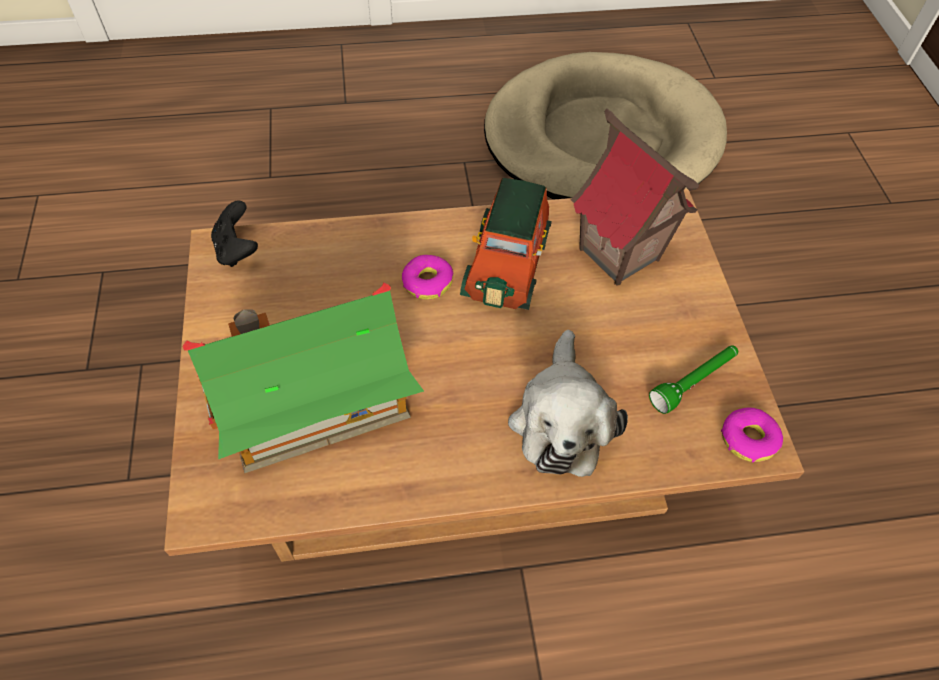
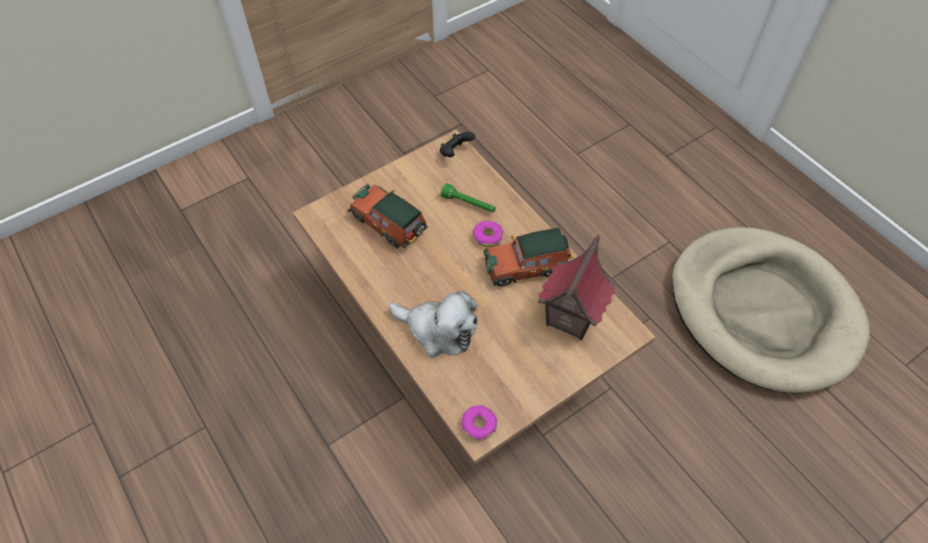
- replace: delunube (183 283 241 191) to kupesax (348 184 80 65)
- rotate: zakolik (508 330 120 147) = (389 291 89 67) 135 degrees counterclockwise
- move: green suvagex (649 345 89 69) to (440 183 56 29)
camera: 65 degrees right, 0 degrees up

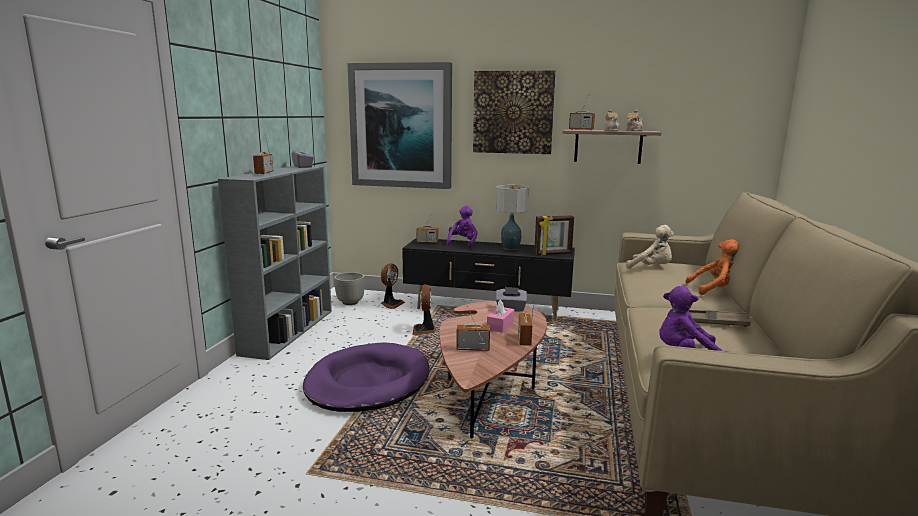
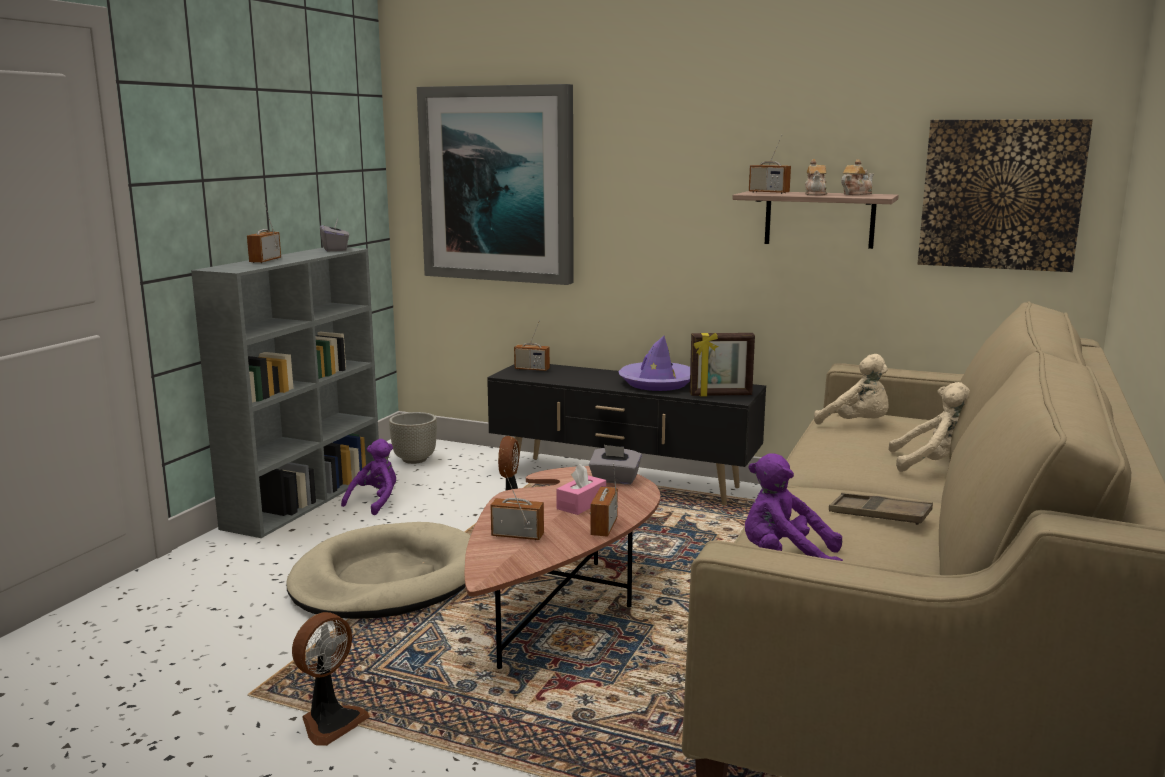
- recolor: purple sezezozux (303 342 126 70) to beige sezezozux (286 522 185 97)
- move: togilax (381 263 24 46) to (292 612 78 134)
- move: purple zakolik (447 206 31 42) to (341 439 55 76)
- move: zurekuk (473 70 83 84) to (918 119 175 153)
- replace: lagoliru (496 184 33 66) to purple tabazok (618 336 72 55)
- recolor: orange zakolik (685 239 54 56) to beige zakolik (888 382 82 90)
camera: 10 degrees right, 0 degrees up

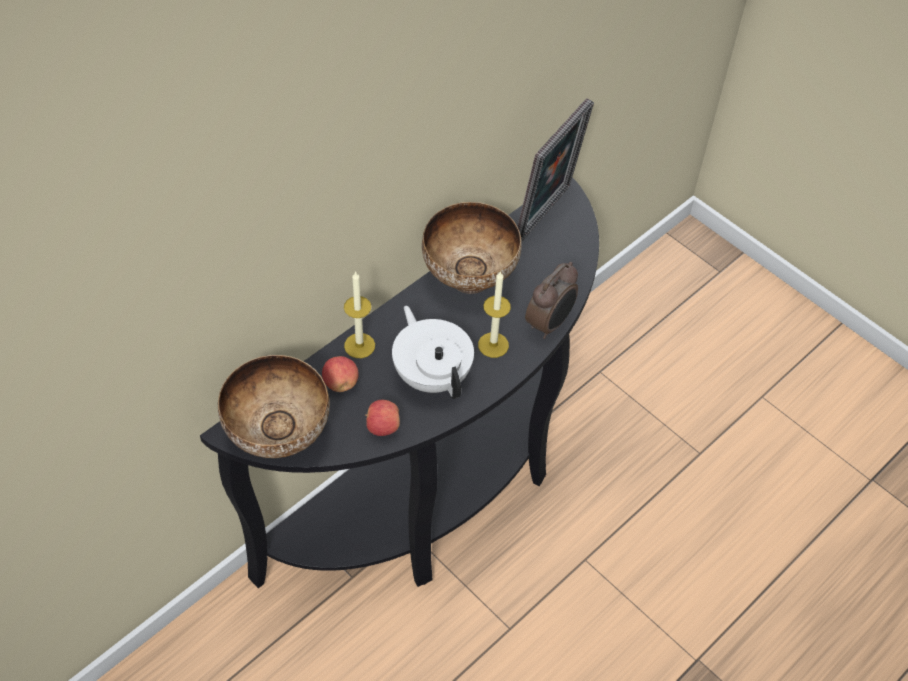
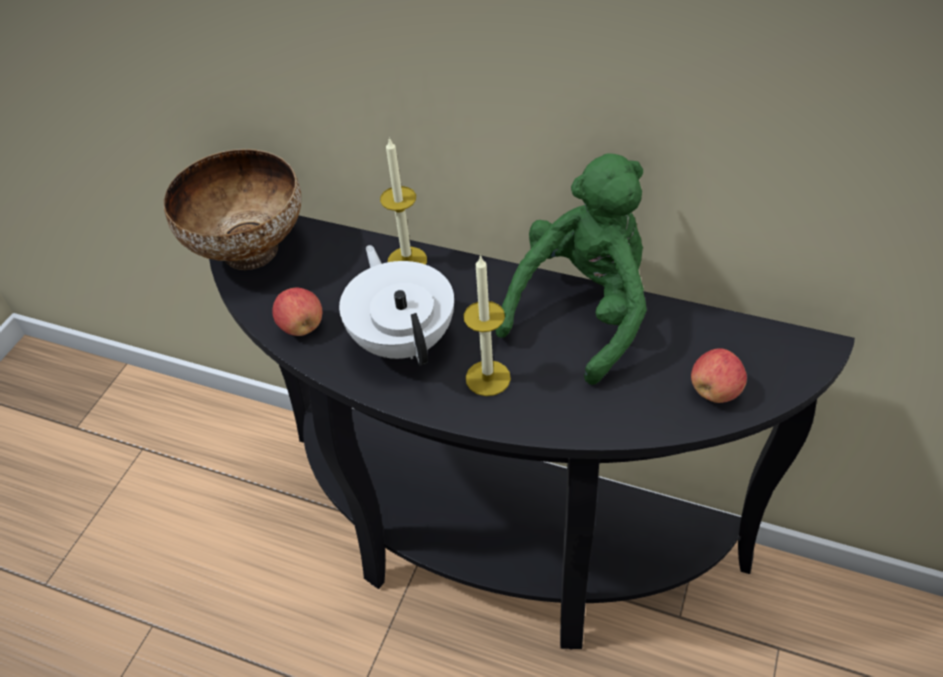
- move: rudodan (322 356 36 36) to (691 348 56 55)
- rotate: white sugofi (392 306 82 93) = (339 245 115 121) 60 degrees counterclockwise
- replace: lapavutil (422 202 100 92) to green zakolik (495 153 152 232)
- delete: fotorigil (517 98 77 144)
- delete: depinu (525 262 53 77)
camera: 70 degrees right, 5 degrees down

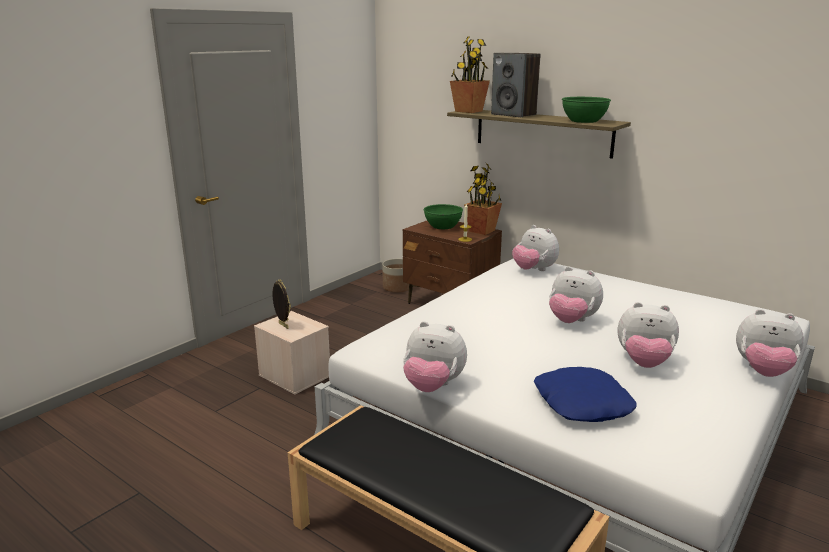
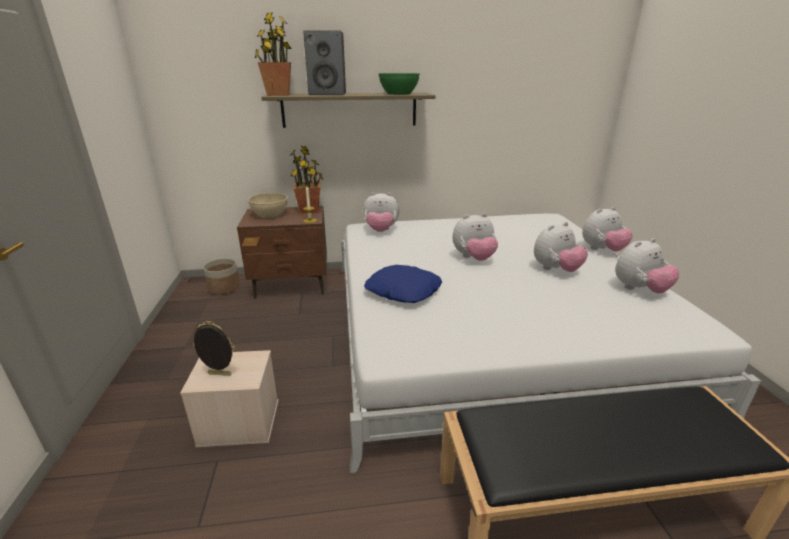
- move: zakolik (403 321 64 71) to (615 238 64 56)
- recolor: green lapavutil (424 204 39 25) to beige lapavutil (247 193 41 25)
- move: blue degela (534 367 103 55) to (364 265 78 38)
camera: 45 degrees left, 5 degrees up

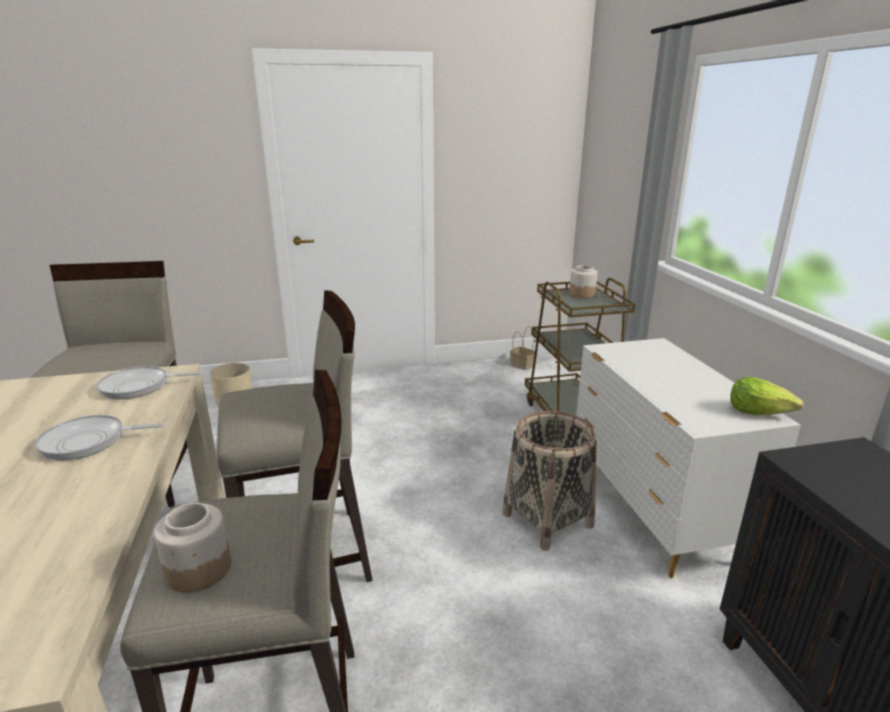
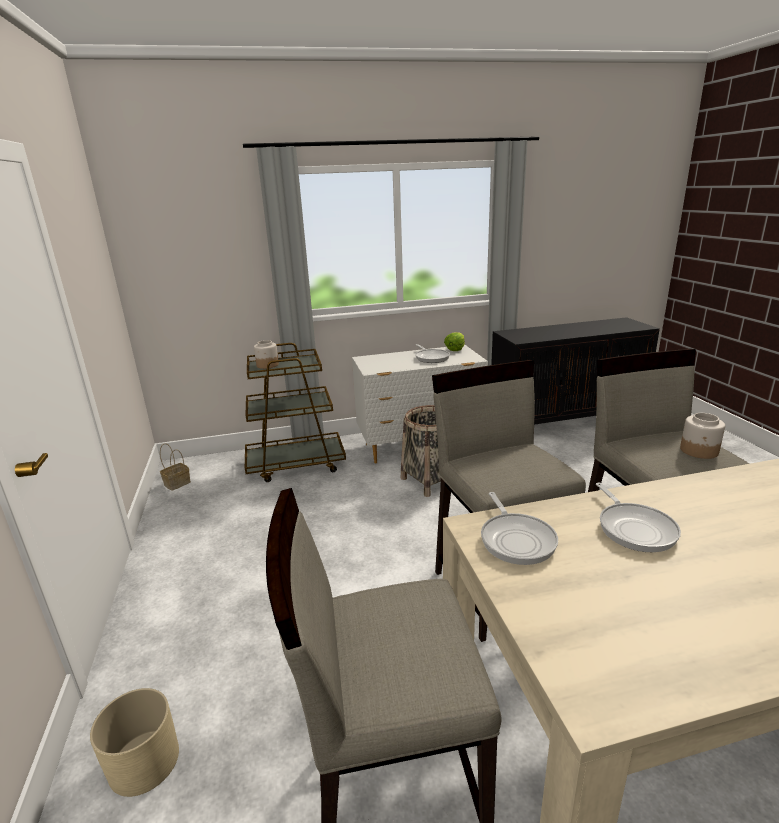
- insert: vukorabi (415 344 35 19)
camera: 90 degrees left, 0 degrees up

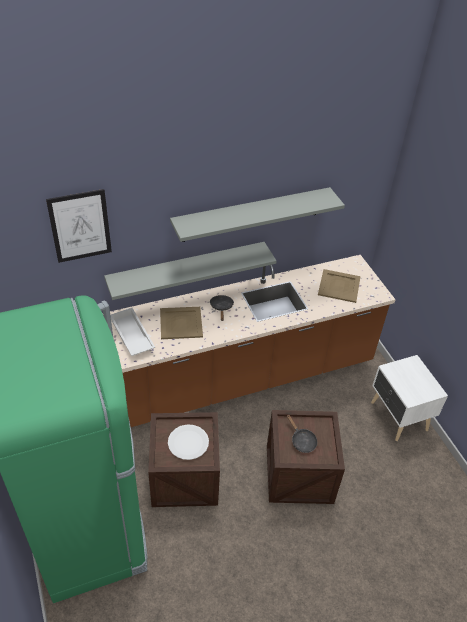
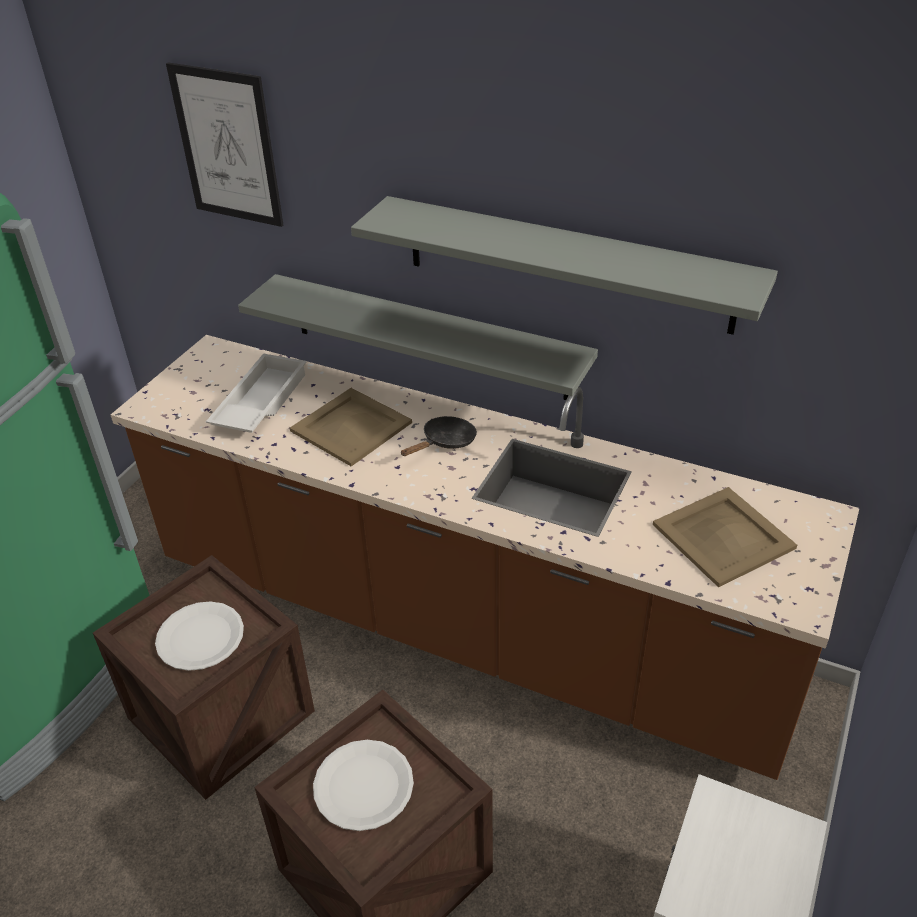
- replace: black vukorabi (287 415 30 38) to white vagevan (313 740 101 91)
camera: 50 degrees right, 5 degrees down

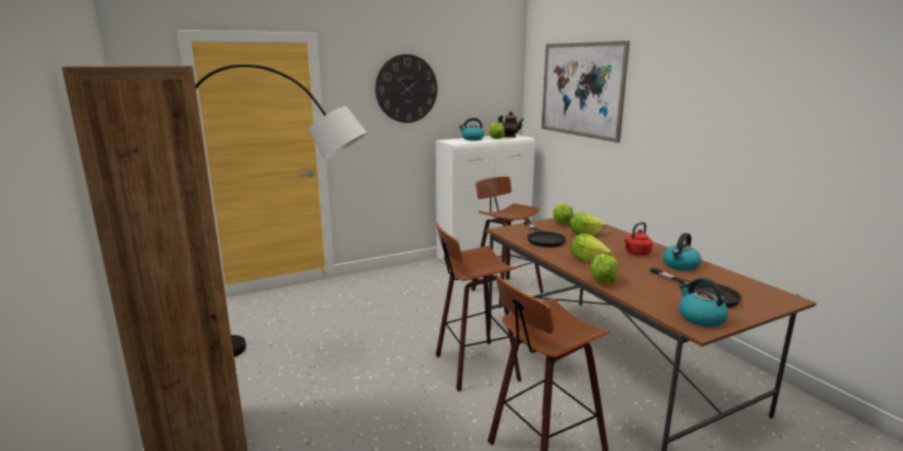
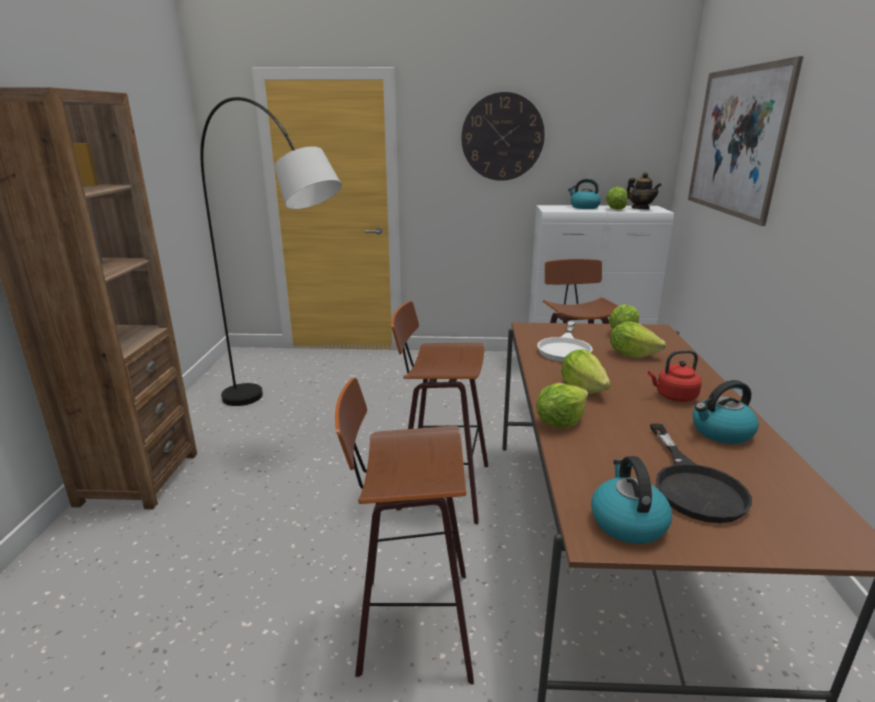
- recolor: black vukorabi (524 221 42 26) to white vukorabi (537 321 56 41)
camera: 30 degrees right, 5 degrees up

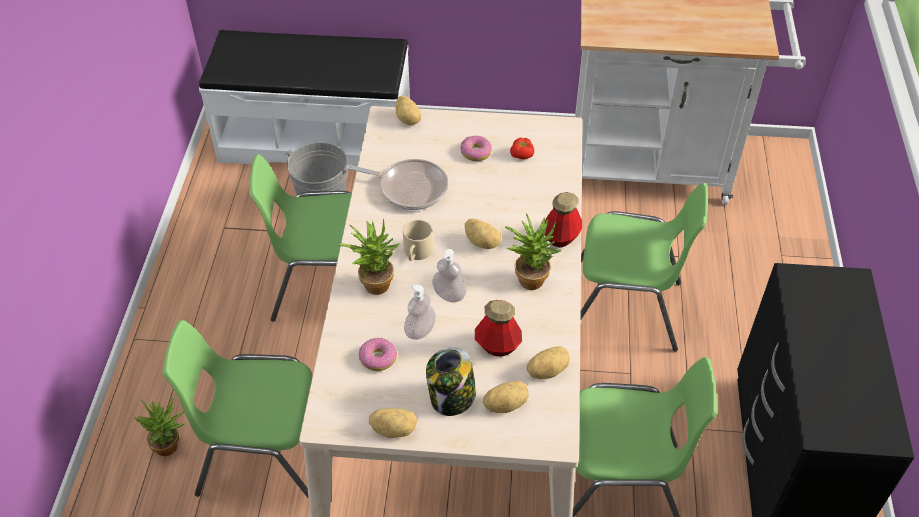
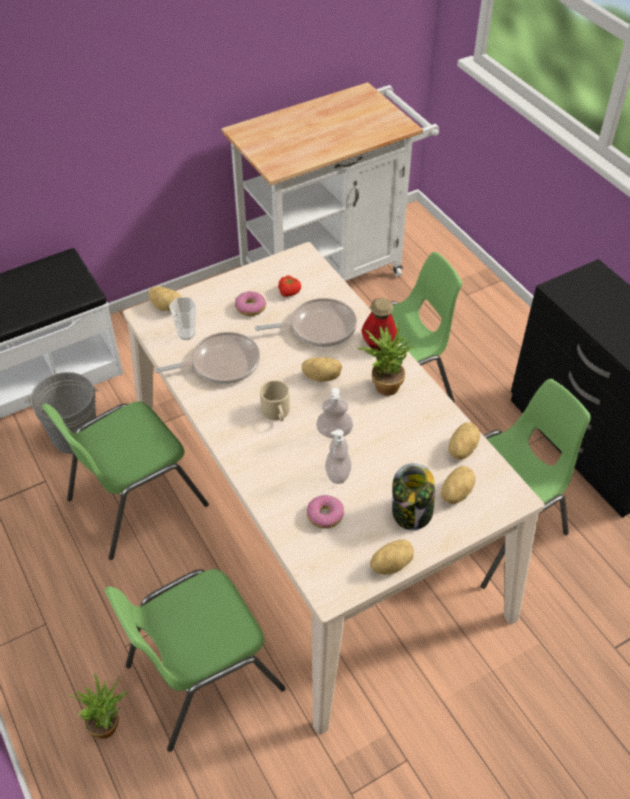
- delete: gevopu (338 219 61 76)
- delete: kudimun (475 300 47 57)
- insert: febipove (169 297 27 43)
- insert: vukorabi (255 298 102 49)
camera: 35 degrees left, 0 degrees up

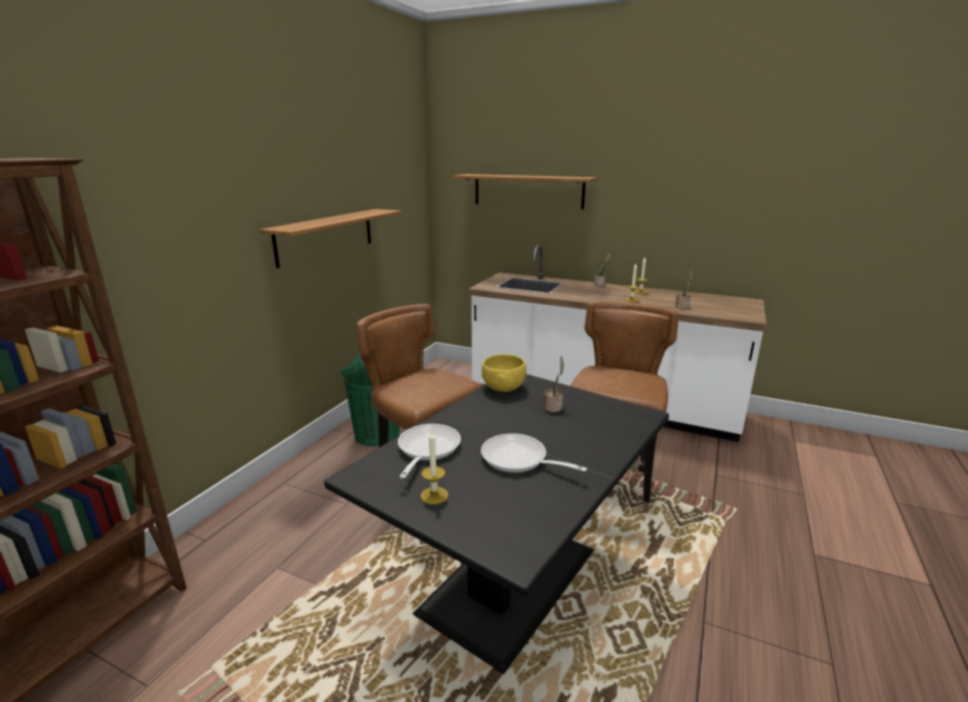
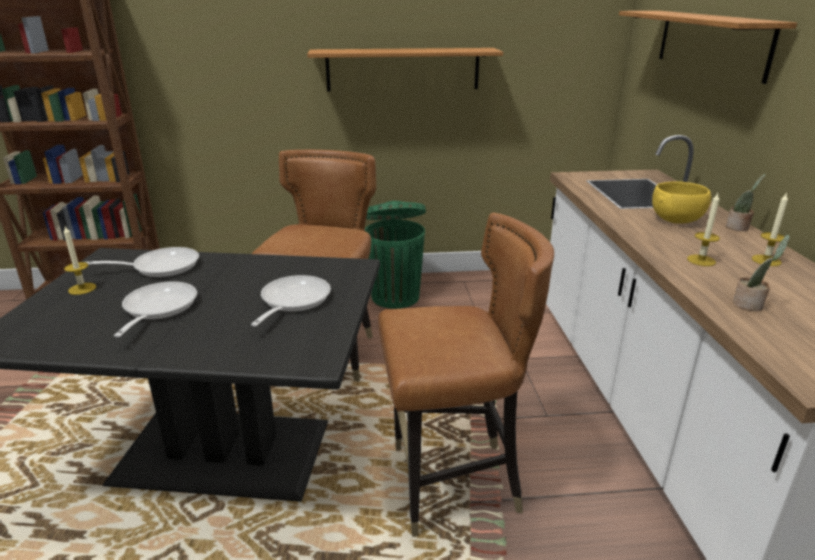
- move: yellow lapavutil (481 354 46 38) to (652 181 59 42)
- replace: gevopu (544 356 20 56) to vukorabi (251 275 80 51)
camera: 60 degrees right, 5 degrees up

